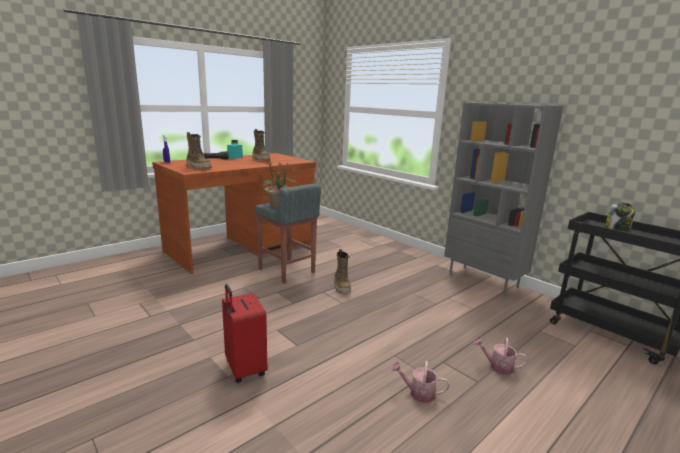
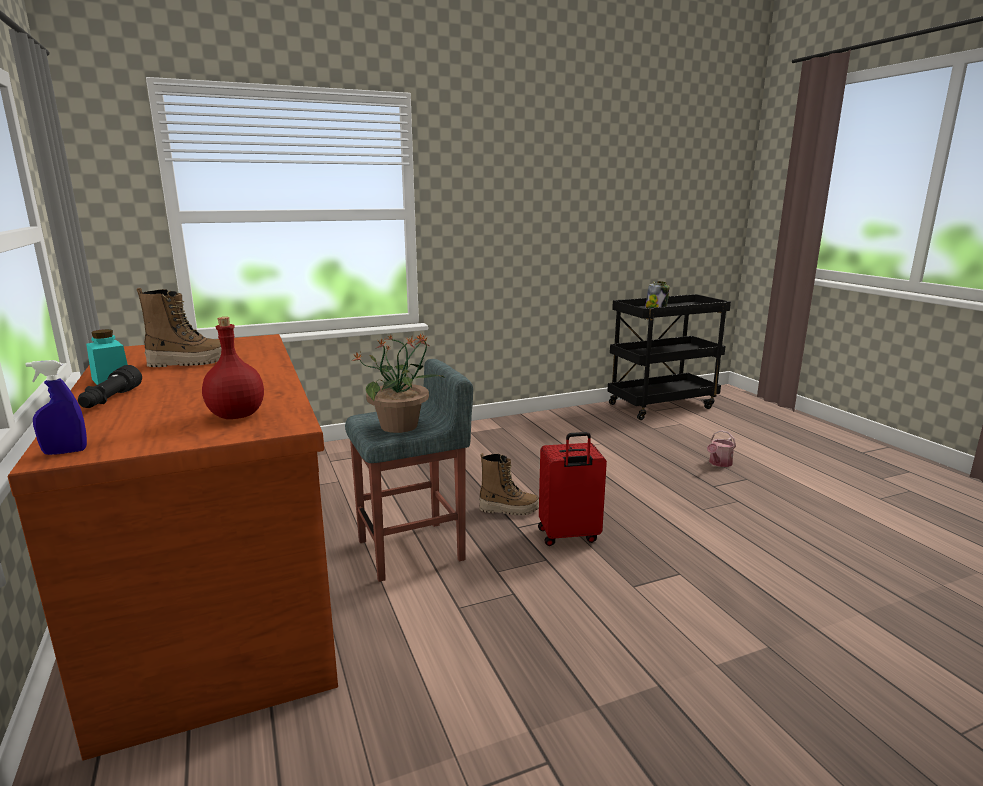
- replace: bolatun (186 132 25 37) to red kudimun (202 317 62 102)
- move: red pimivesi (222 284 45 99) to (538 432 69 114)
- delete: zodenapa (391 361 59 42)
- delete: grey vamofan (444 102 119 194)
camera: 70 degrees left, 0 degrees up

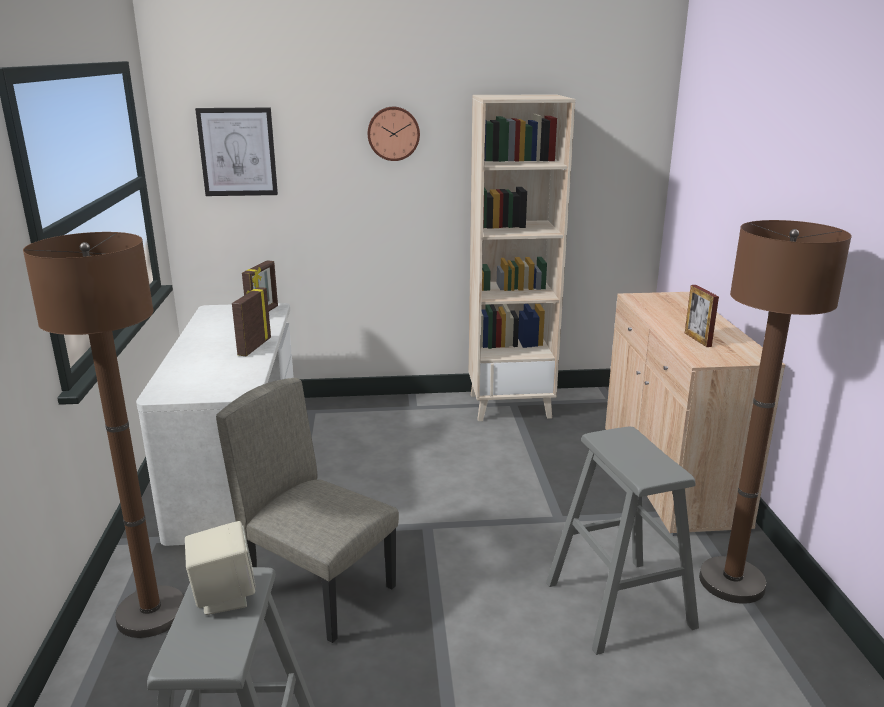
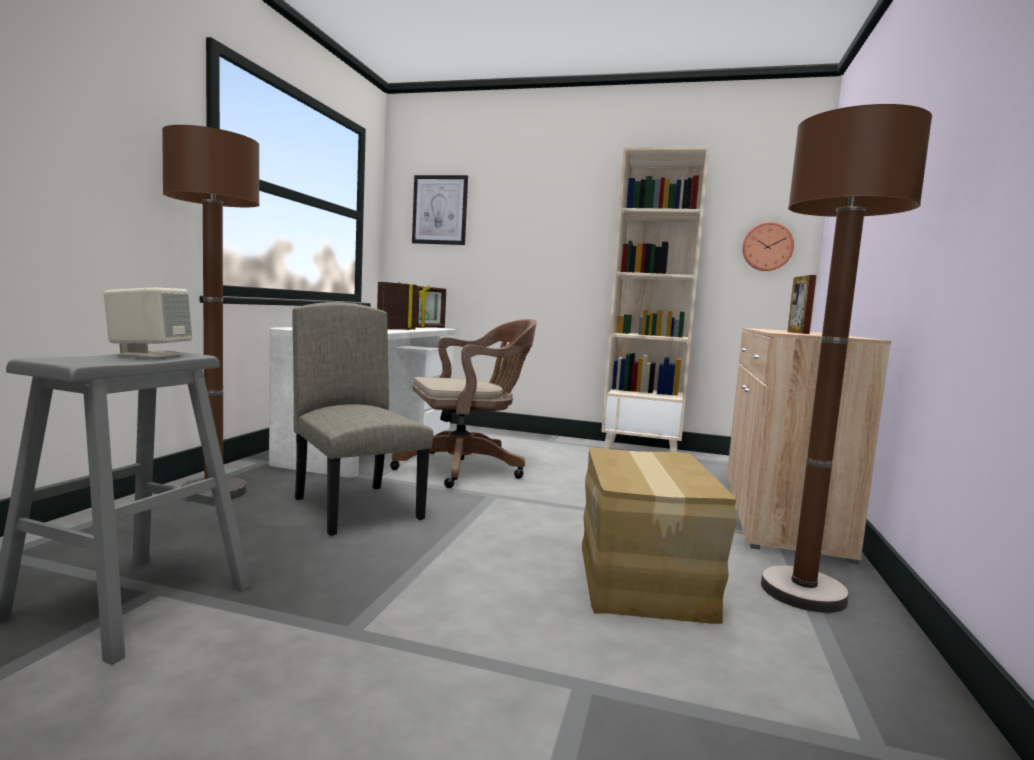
- move: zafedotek (368 107 52 54) to (742 222 52 49)
- replace: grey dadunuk (546 427 153 228) to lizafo (582 447 155 177)
- insert: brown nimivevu (390 319 147 169)
camera: 20 degrees right, 15 degrees down

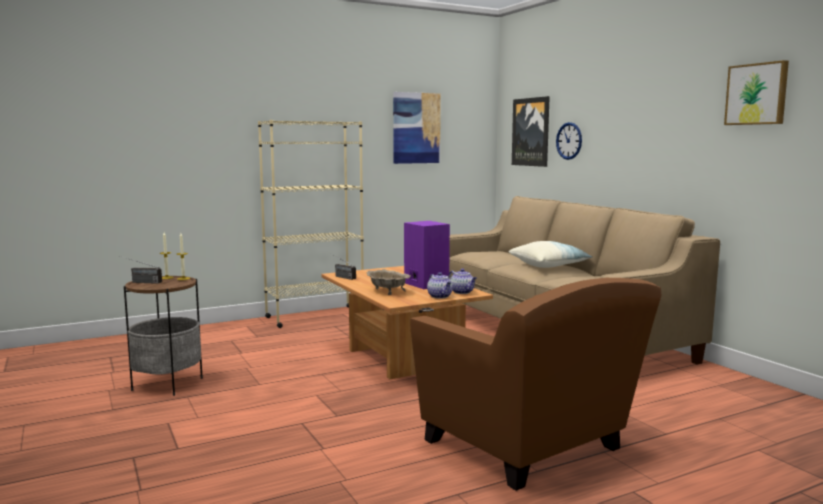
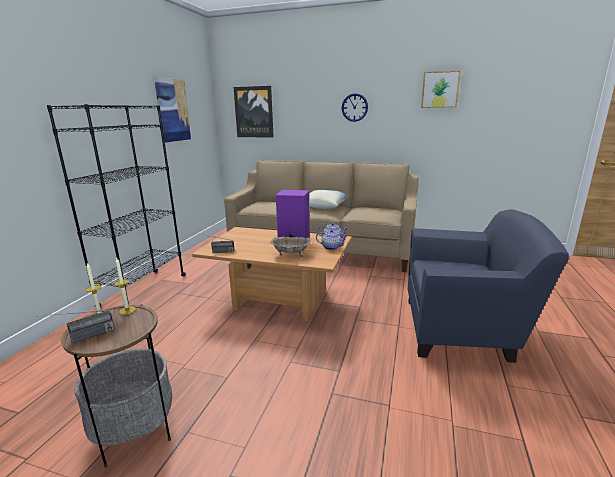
- recolor: beige vamofan (258 120 106 208) to black vamofan (47 104 139 203)
- recolor: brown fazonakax (410 278 251 213) to blue fazonakax (408 209 161 154)
- move: zafedotek (556 122 26 38) to (342 93 26 29)
camera: 45 degrees left, 10 degrees up

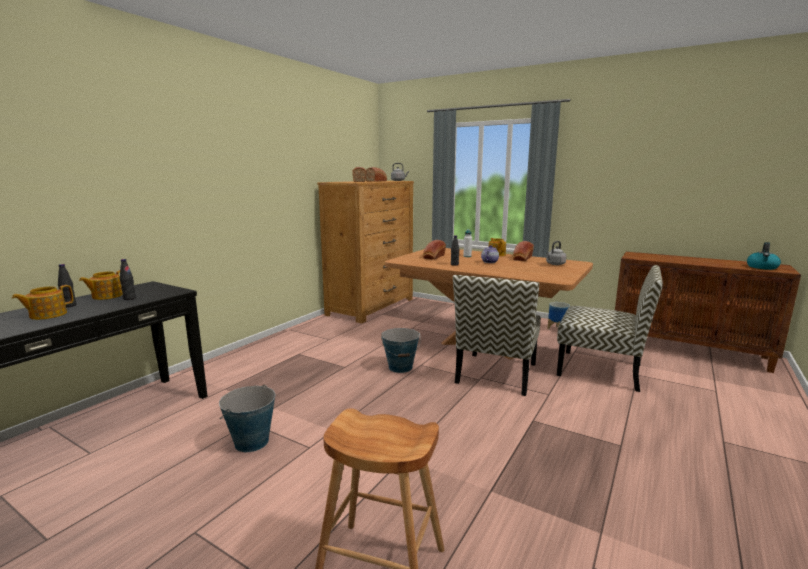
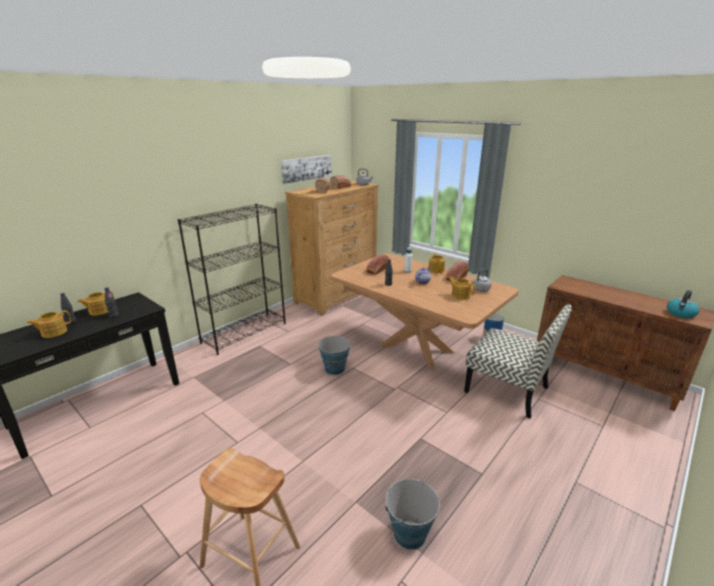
- move: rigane (219 385 56 67) to (385 479 55 71)
- delete: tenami (453 275 88 121)
- insert: black vamofan (178 204 108 151)
- insert: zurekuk (281 155 51 29)
- insert: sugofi (448 278 28 22)
camera: 10 degrees right, 10 degrees up

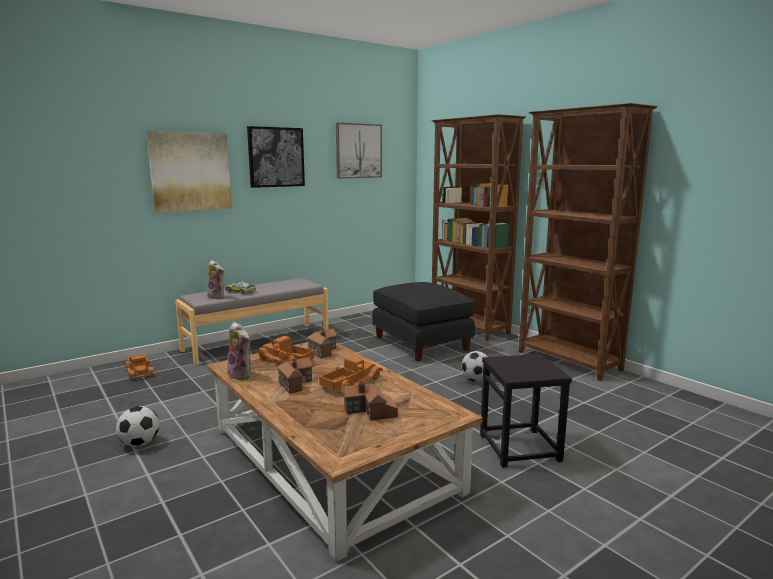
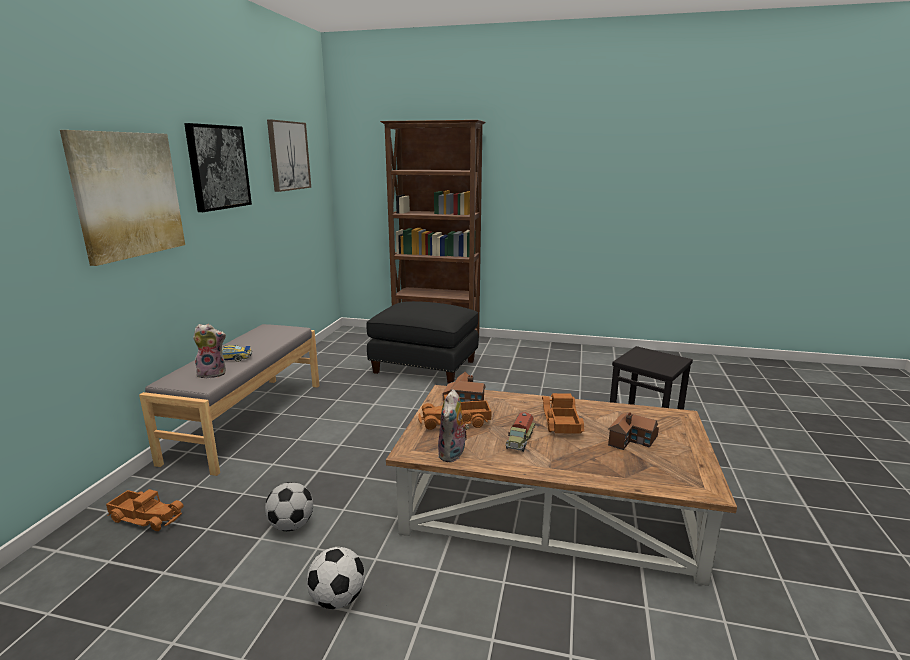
- rotate: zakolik (227 322 24 58) = (438 389 31 73) 105 degrees clockwise
- replace: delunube (277 357 36 37) to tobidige (505 412 30 40)
- move: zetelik (461 351 30 31) to (265 482 48 49)
- delete: brown vamofan (519 103 139 278)
camera: 40 degrees left, 5 degrees up

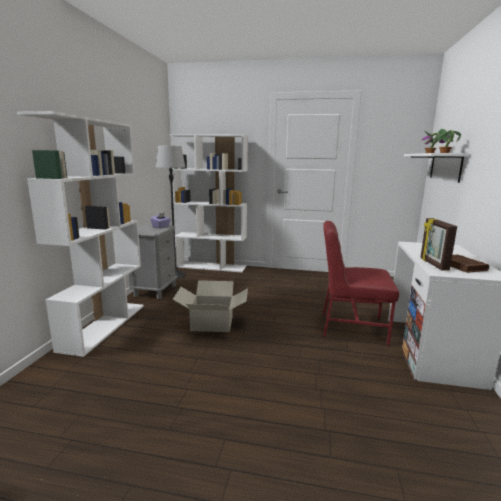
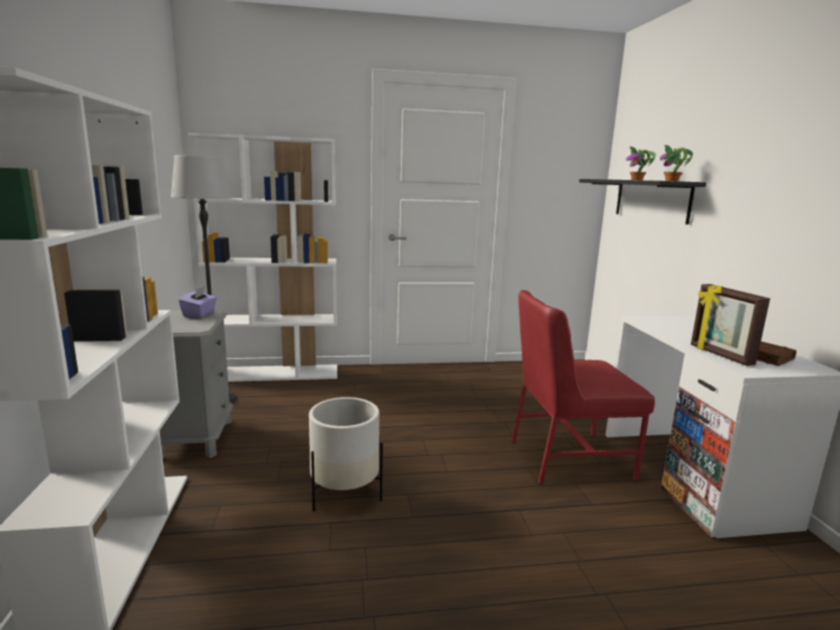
- replace: lizafo (172 280 76 52) to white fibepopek (309 397 74 115)
- recolor: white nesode (404 153 65 30) to black nesode (579 179 127 46)
camera: 20 degrees left, 0 degrees up

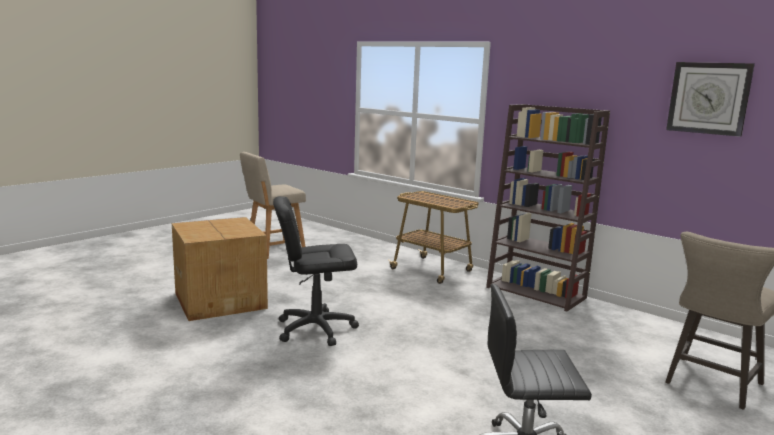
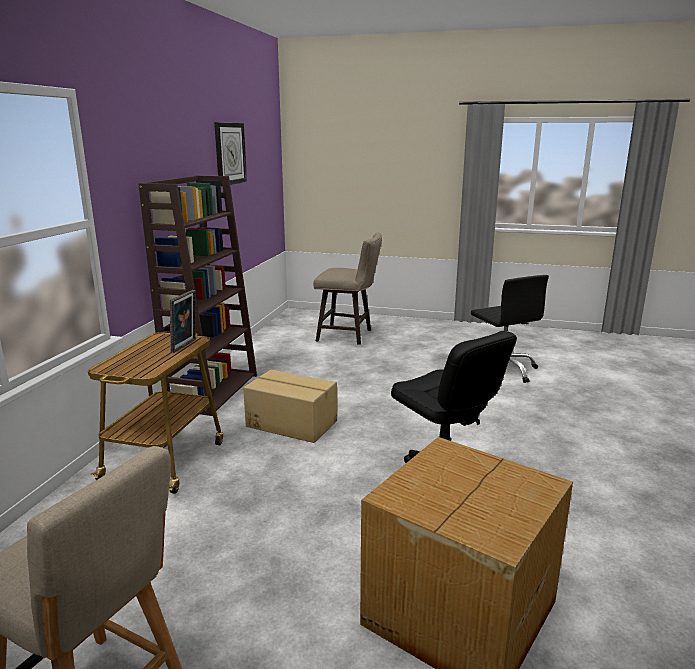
- insert: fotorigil (170 290 26 63)
- insert: lizafo (243 370 94 73)
camera: 115 degrees left, 5 degrees up

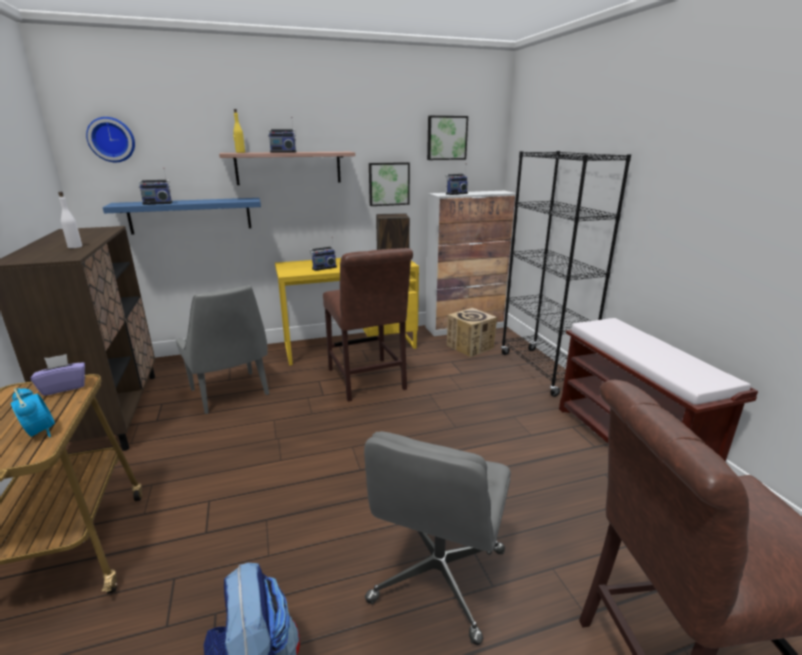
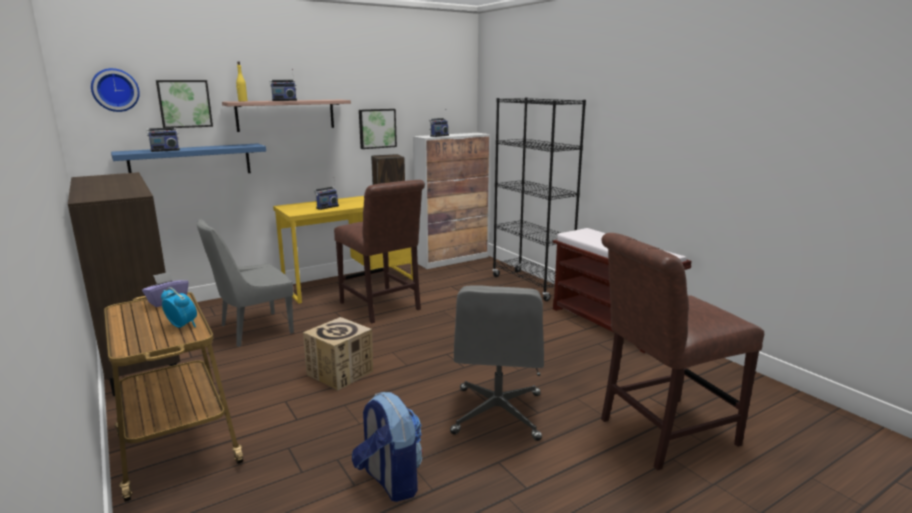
- delete: white kudimun (58 192 24 56)
- rotate: grey tenami (176 285 93 129) = (197 219 97 128) 105 degrees clockwise
- move: zurekuk (427 116 41 44) to (156 80 57 48)
- move: lizafo (447 308 50 49) to (303 317 70 74)
camera: 15 degrees left, 5 degrees down

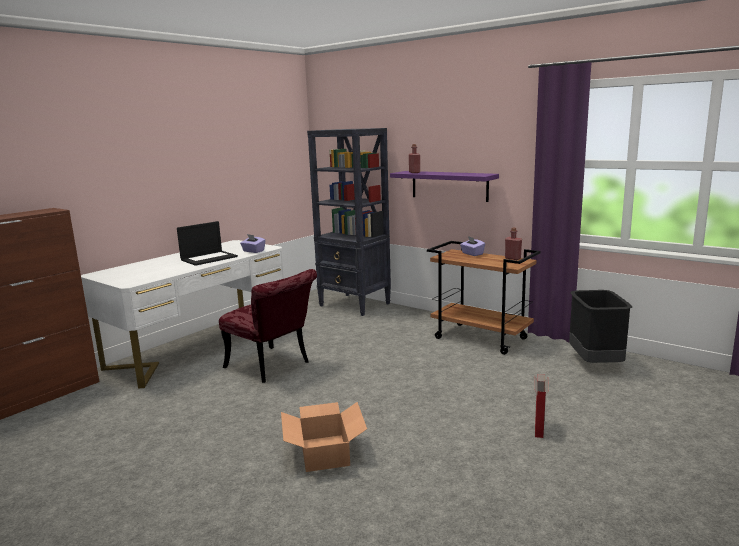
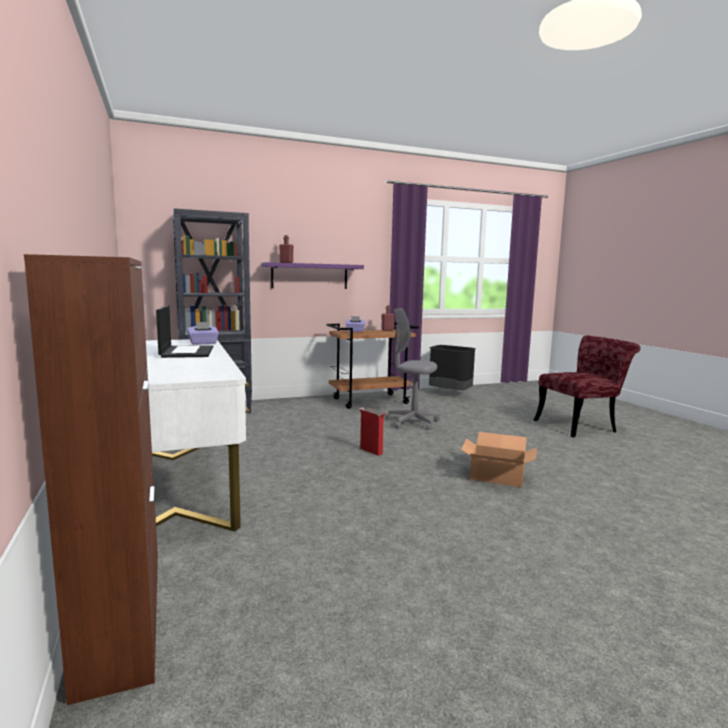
- move: red tenami (219 269 98 114) to (534 335 107 103)
- move: lizafo (534 374 15 64) to (359 407 26 49)
- insert: grey nimivevu (386 308 54 122)
camera: 60 degrees left, 5 degrees down

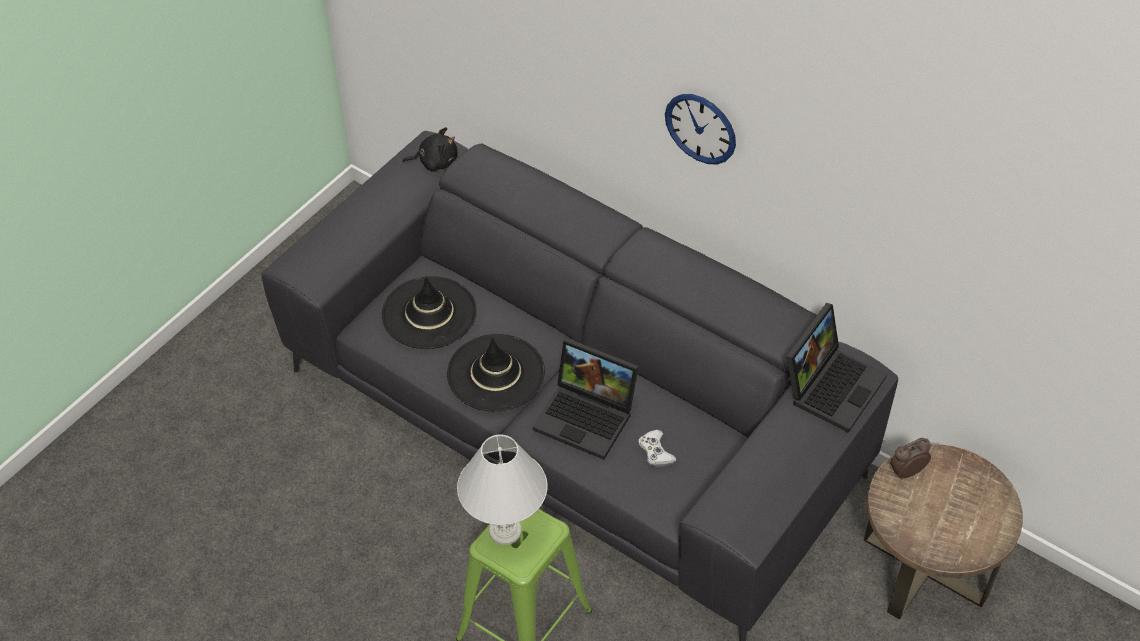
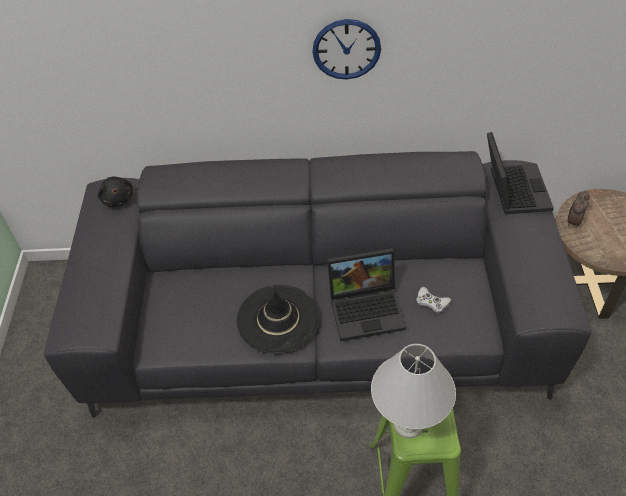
- delete: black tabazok (382 276 95 73)
- rotate: black zakolik (402 127 56 45) = (98 177 35 30) 105 degrees clockwise
camera: 35 degrees left, 0 degrees up

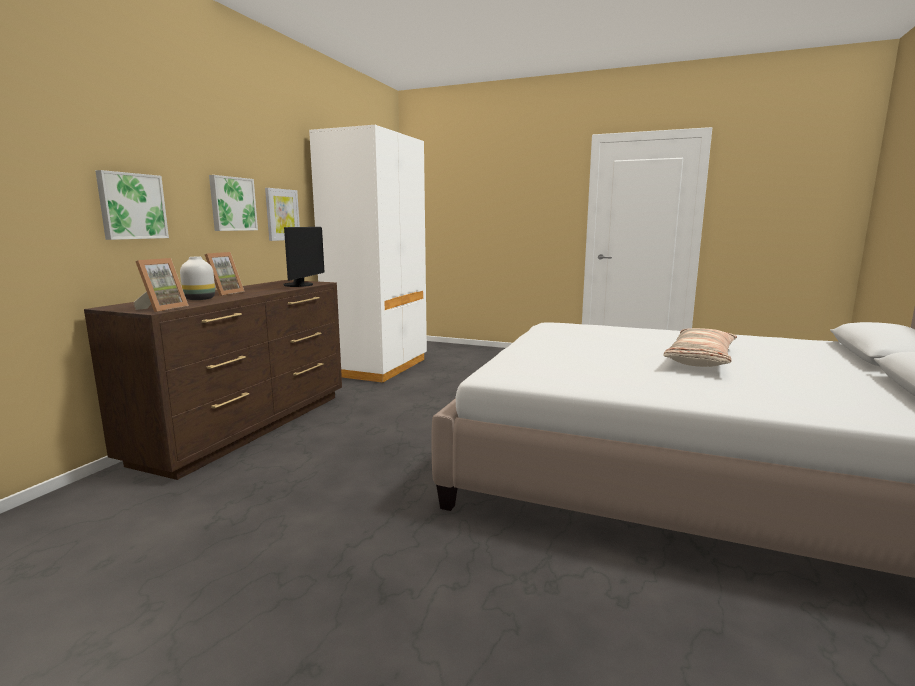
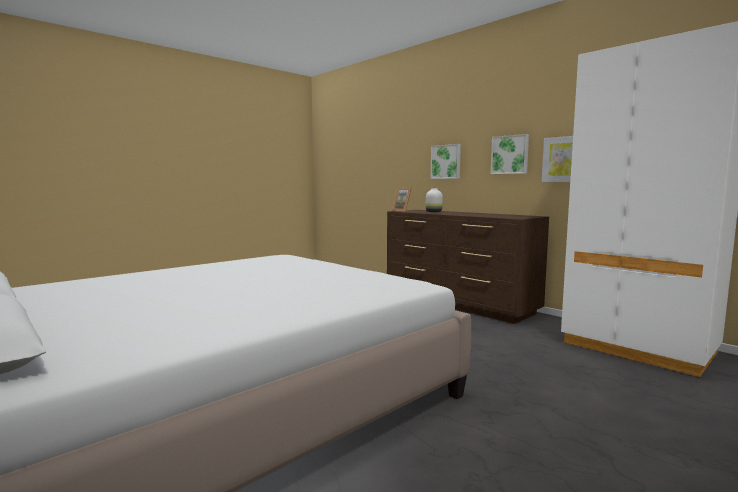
- delete: fotorigil (205 252 40 44)
- delete: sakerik (284 227 40 60)
- delete: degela (663 328 74 39)
camera: 115 degrees right, 5 degrees down

